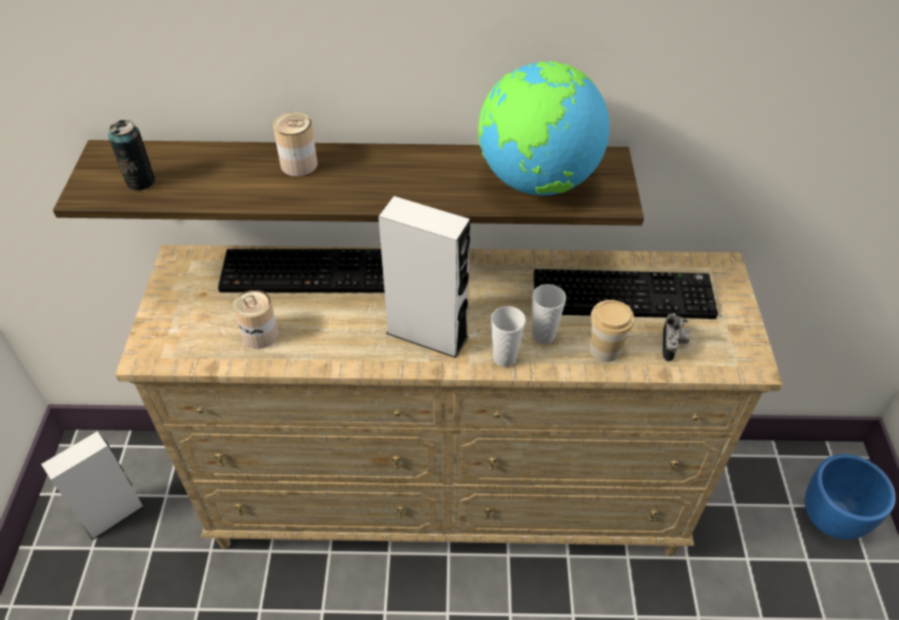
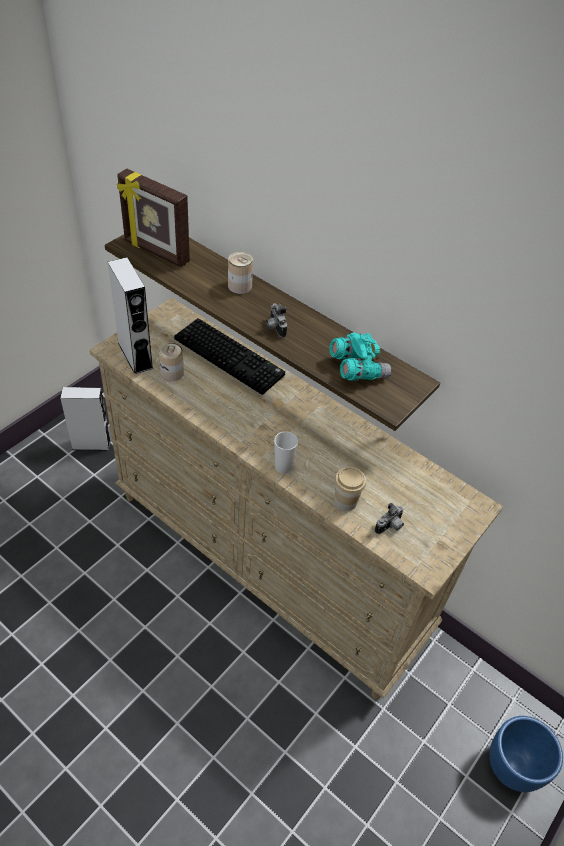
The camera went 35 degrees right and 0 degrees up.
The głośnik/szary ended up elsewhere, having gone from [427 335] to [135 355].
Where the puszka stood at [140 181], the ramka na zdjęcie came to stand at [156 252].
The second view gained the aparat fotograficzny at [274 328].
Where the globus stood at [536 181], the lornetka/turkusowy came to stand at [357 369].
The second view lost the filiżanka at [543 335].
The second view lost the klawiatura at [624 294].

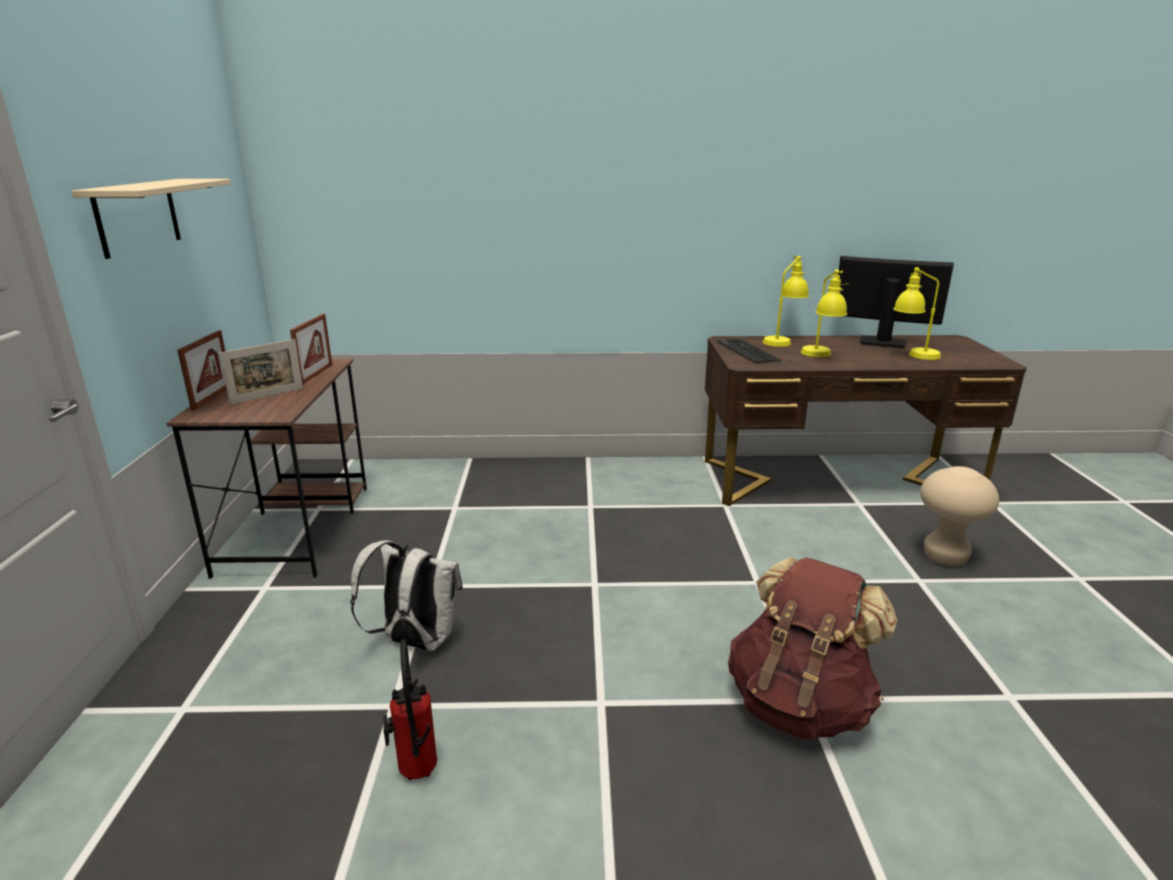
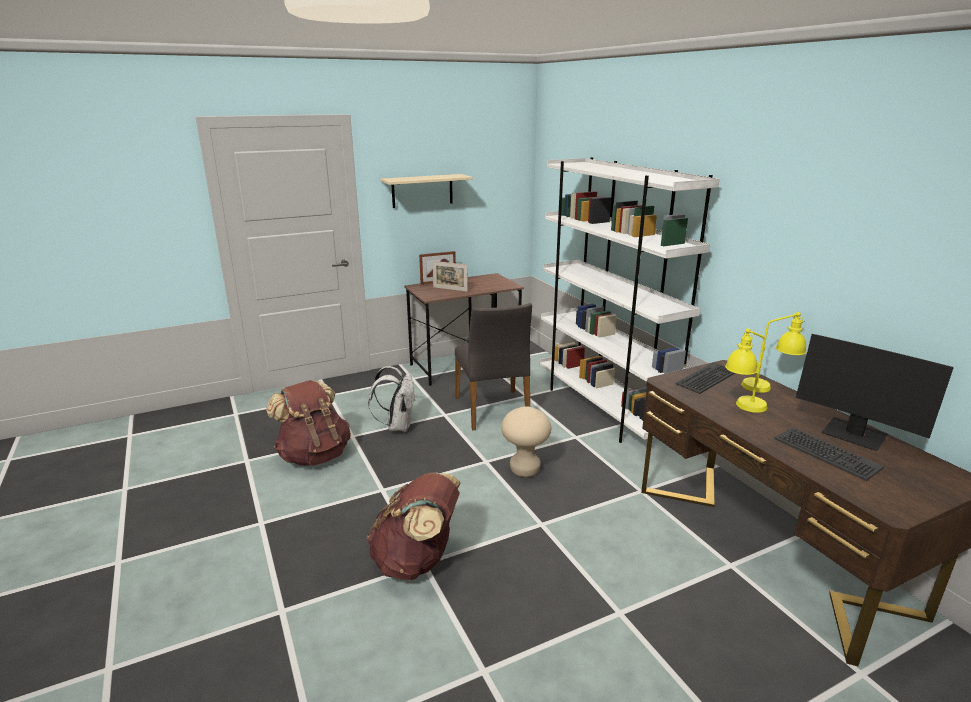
The camera went 65 degrees right and 0 degrees up.
Where the gaśnica stood at [416 775], the plecak/brązowy came to stand at [314 455].
The second view gained the krzesło/szary at [493 410].
The stołek/beżowy ended up elsewhere, having gone from [945 557] to [524 470].
The second view gained the regał/biały at [603 409].
Where the lampa stołowa/żółty stood at [912 356], the klawiatura came to stand at [825 453].
The monitor at [882 342] ended up facing another way, 135 degrees clockwise from before.
The second view lost the ramka na zdjęcie at [316 374].

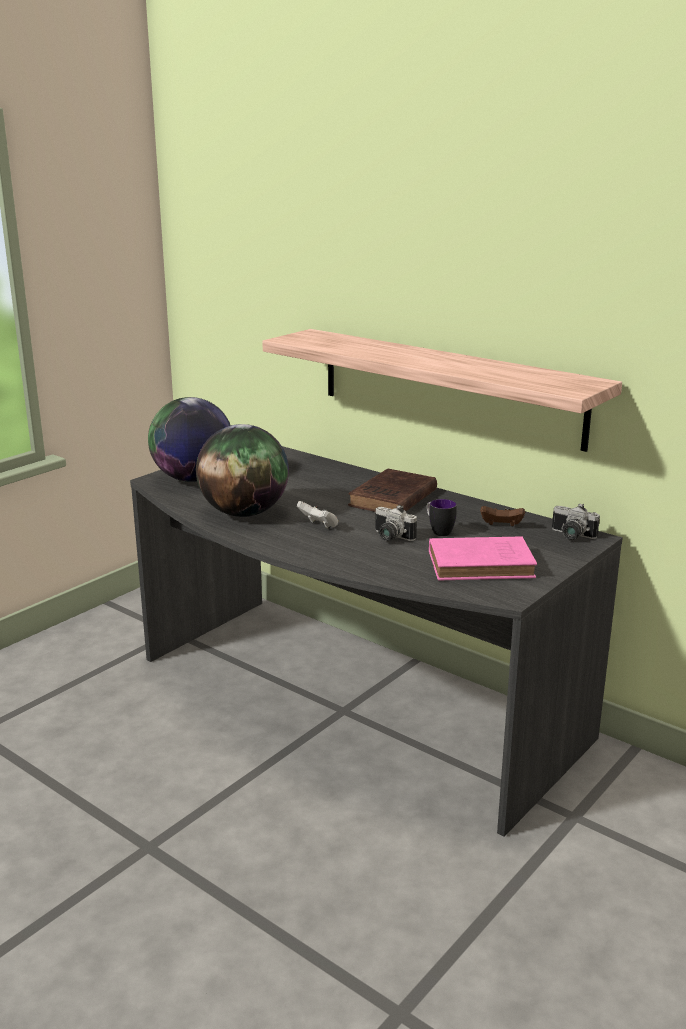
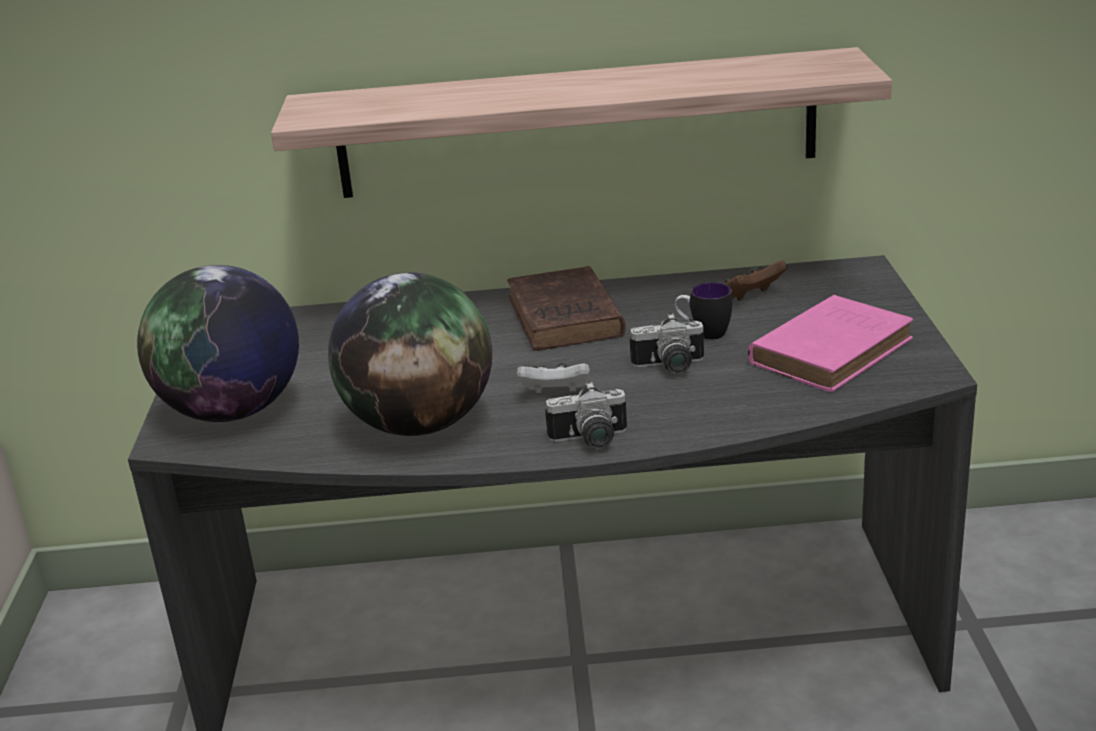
The camera went 40 degrees left and 5 degrees up.
The aparat fotograficzny ended up elsewhere, having gone from [571 536] to [590 441].

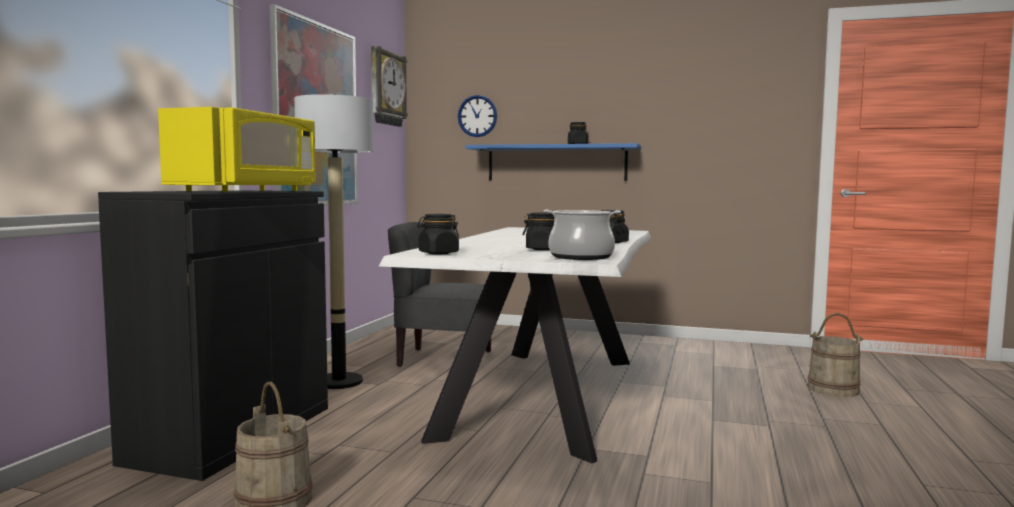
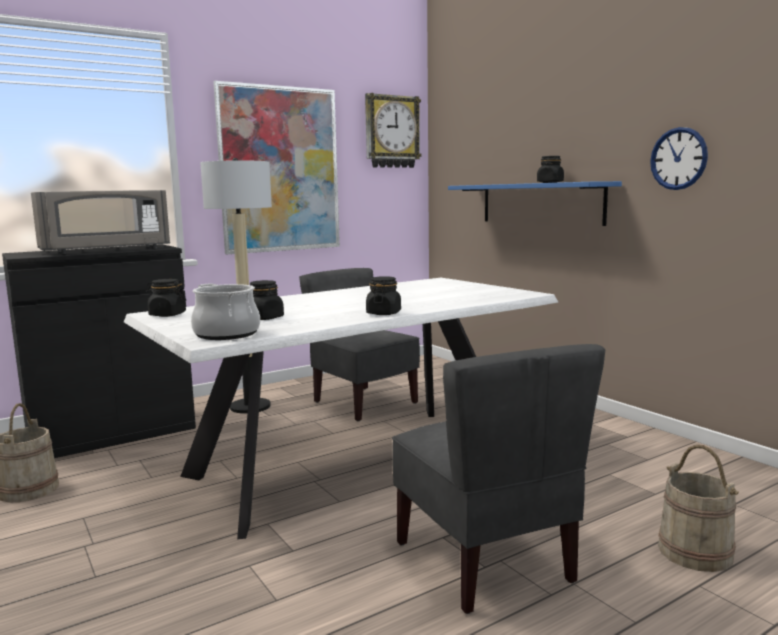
The camera went 40 degrees right and 5 degrees up.
What was the mikrofalówka/żółty at [248 191] turned into the mikrofalówka/szary at [106 250].
The second view gained the krzesło/szary at [486 561].
The zegar ścienny ended up elsewhere, having gone from [477 116] to [678 158].

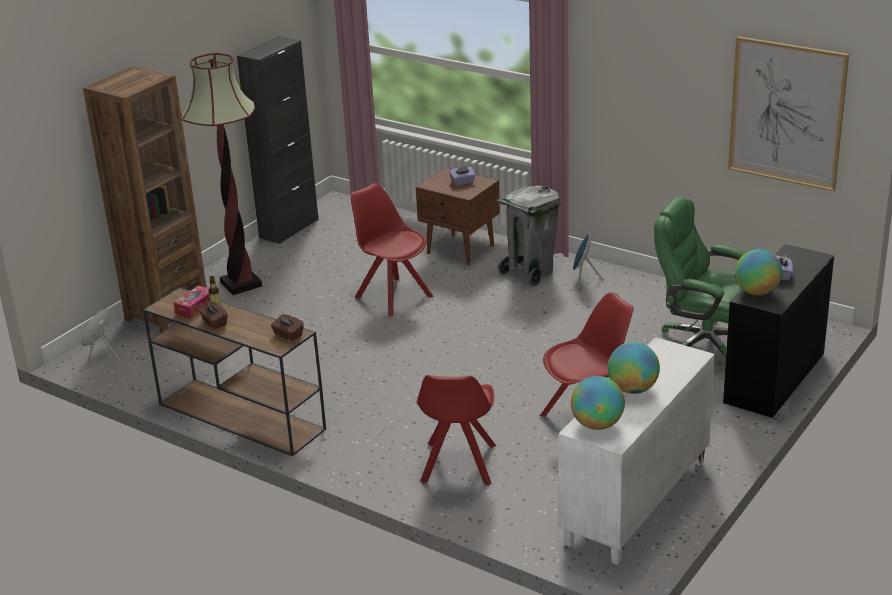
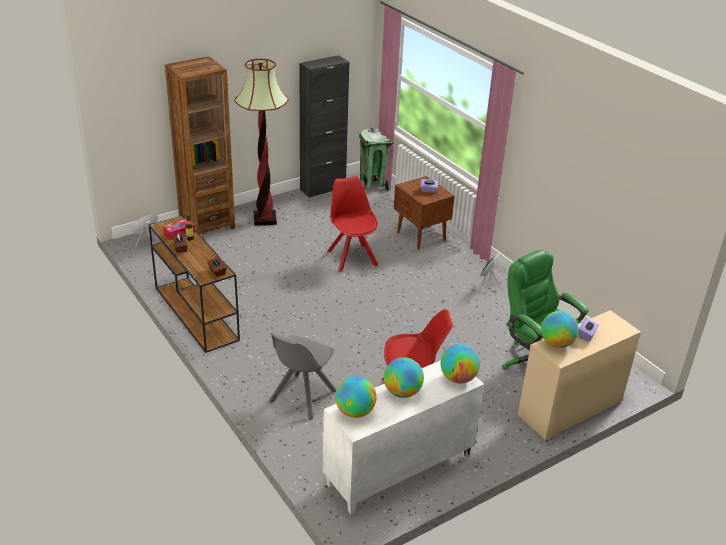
The camera went 20 degrees right and 5 degrees up.
What was the krzesło/czerwony at [458 465] turned into the krzesło/szary at [301 397].
The second view gained the kosz na śmieci/zielony at [372 185].
The second view gained the globus at [458 378].
What was the biurko/czarny at [775 378] turned into the biurko/beżowy at [570 408].
The second view lost the kosz na śmieci/szary at [530 272].
The second view lost the obraz at [786 113].

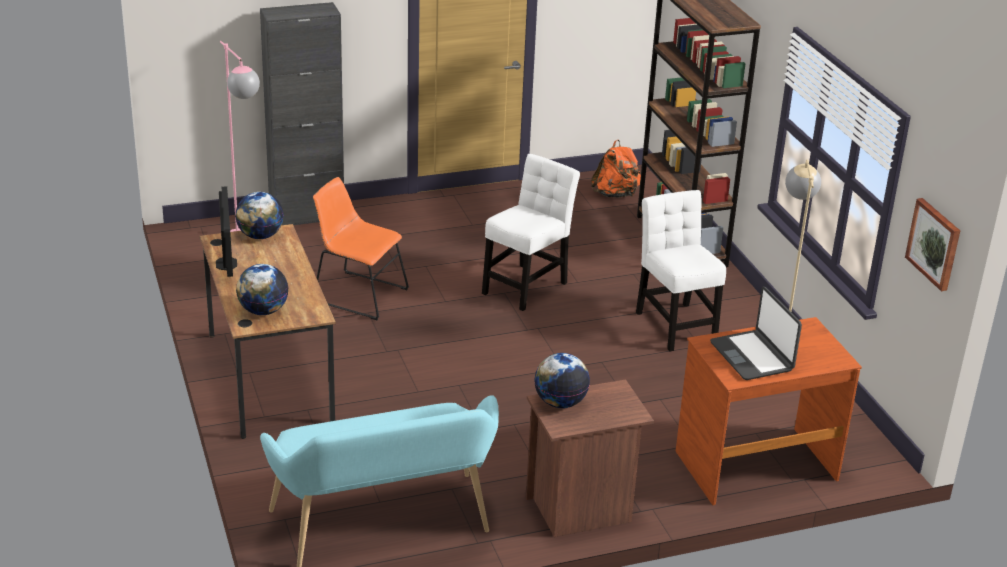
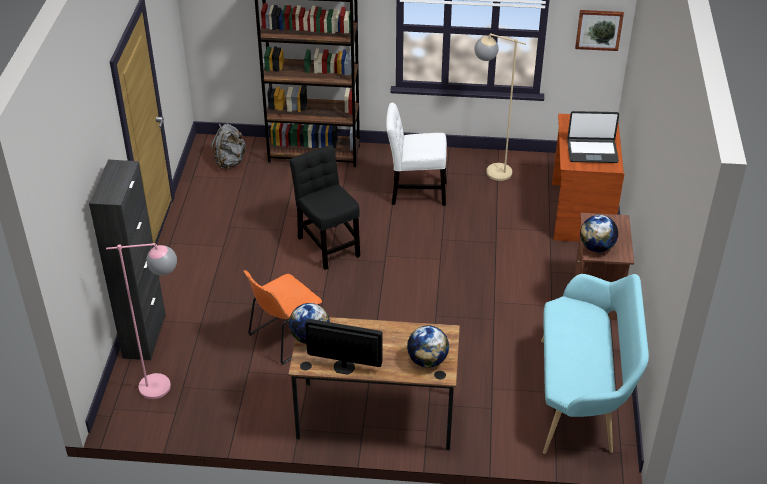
The camera went 65 degrees left and 10 degrees up.
What was the plecak/pomarańczowy at [615 194] turned into the plecak/szary at [230 161].
What was the krzesło/biały at [527 285] turned into the krzesło/czarny at [327 244].

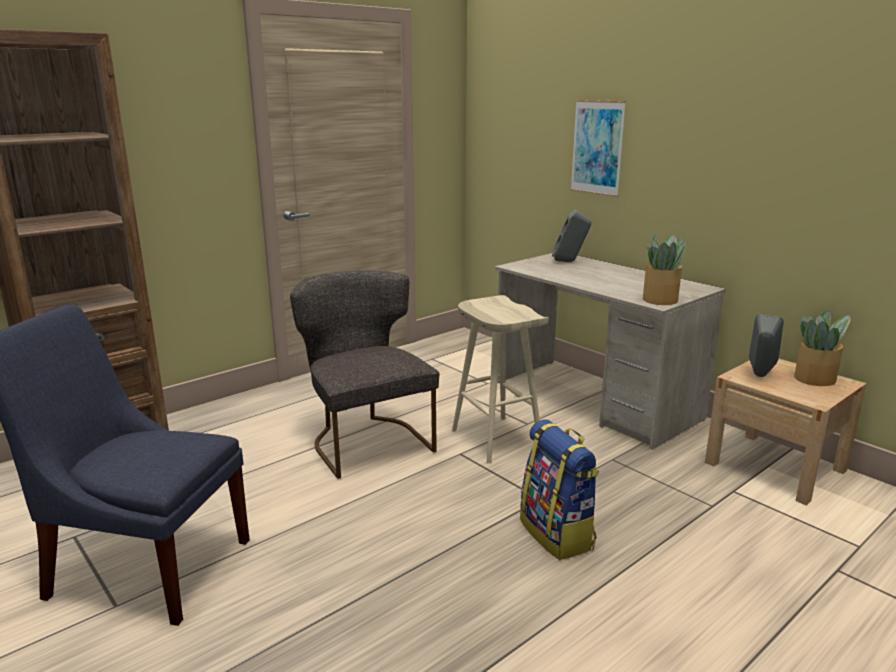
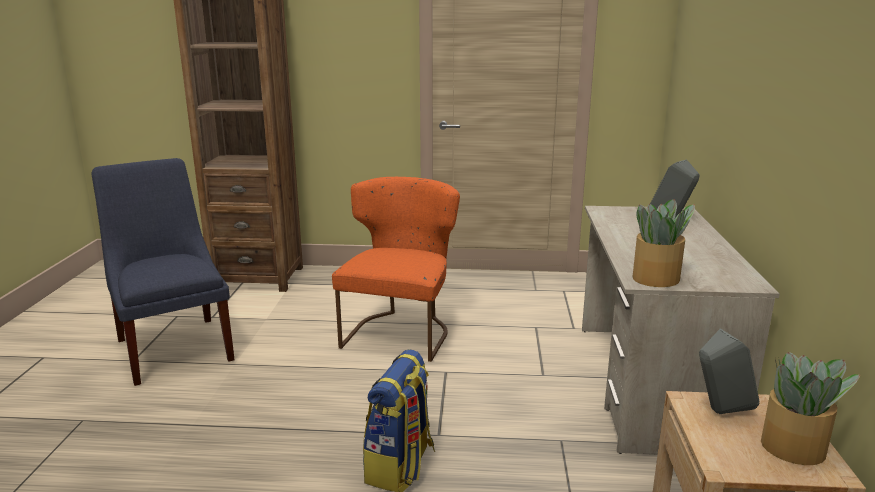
The camera went 45 degrees right and 0 degrees up.
What was the krzesło/szary at [366 440] turned into the krzesło/pomarańczowy at [401 332].
The second view lost the stołek/beżowy at [494 439].
The second view lost the obraz at [597 148].

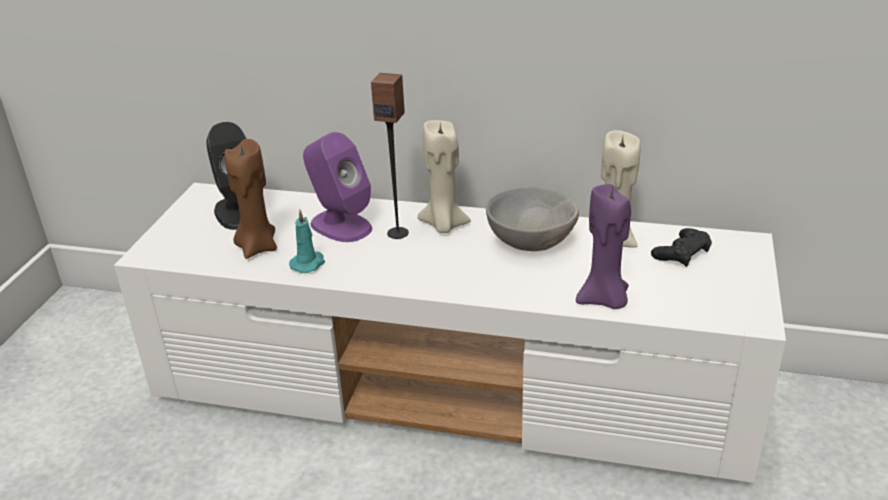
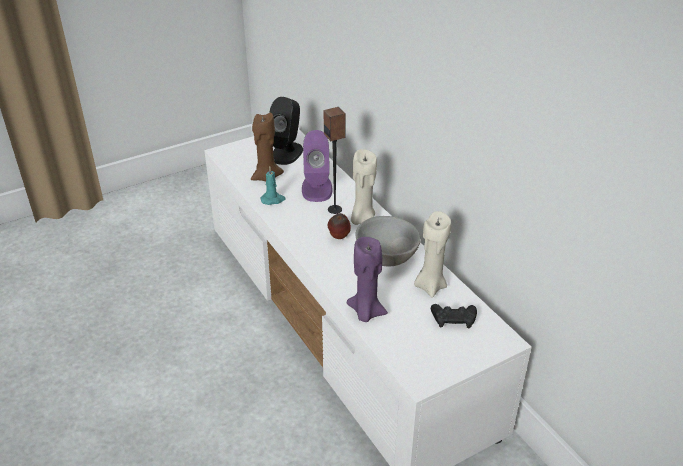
The camera went 45 degrees right and 5 degrees up.
The second view gained the jabłko at [338 237].

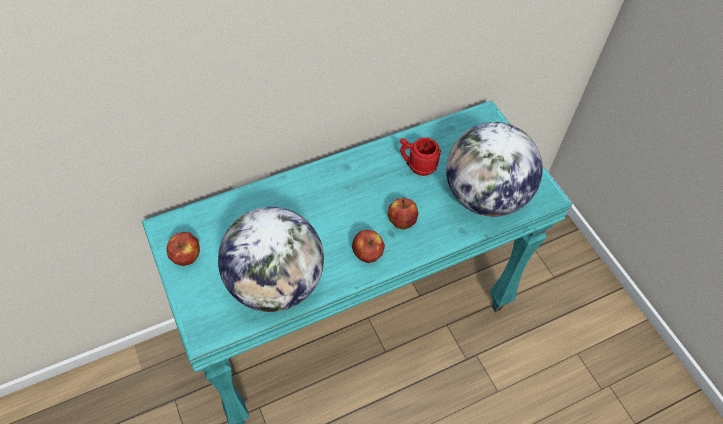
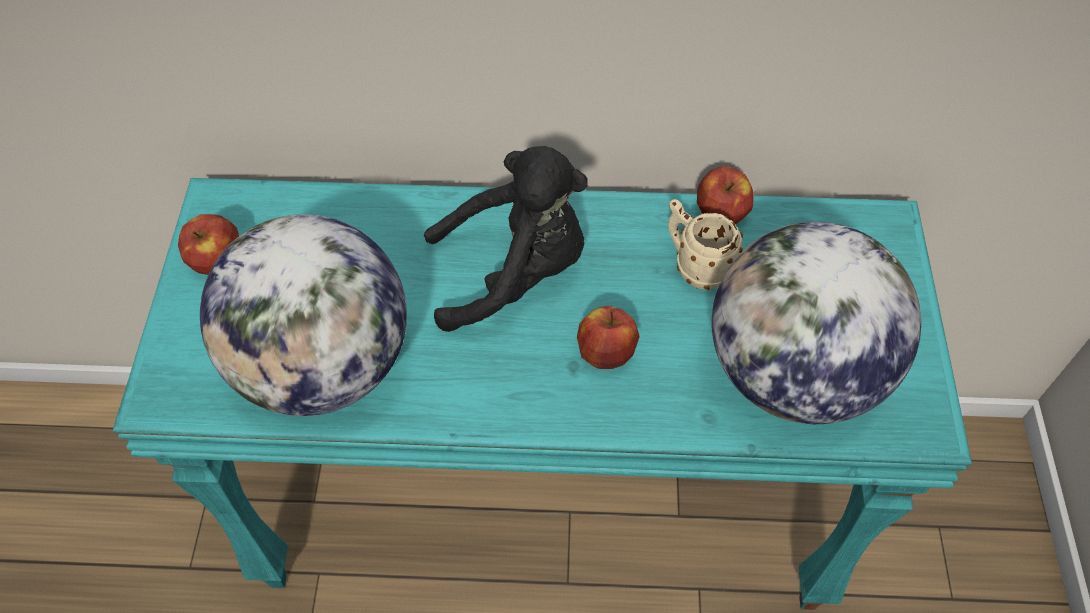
The camera went 30 degrees right and 0 degrees up.
The second view gained the pluszak/czarny at [514 274].
What was the kubek/czerwony at [417 166] turned into the kubek/beżowy at [695 266].
The jabłko ended up elsewhere, having gone from [367 253] to [721 213].

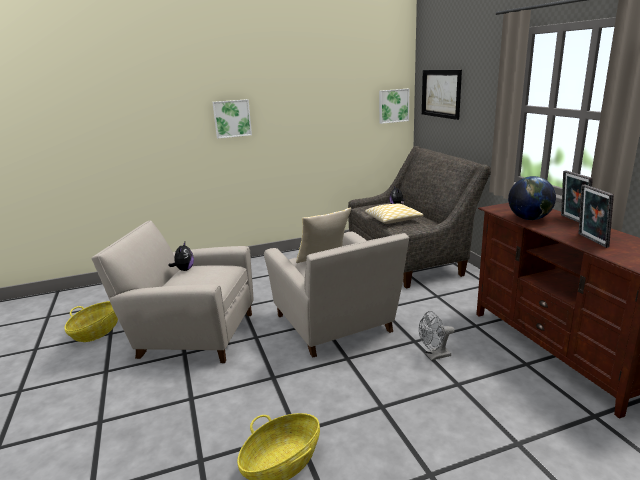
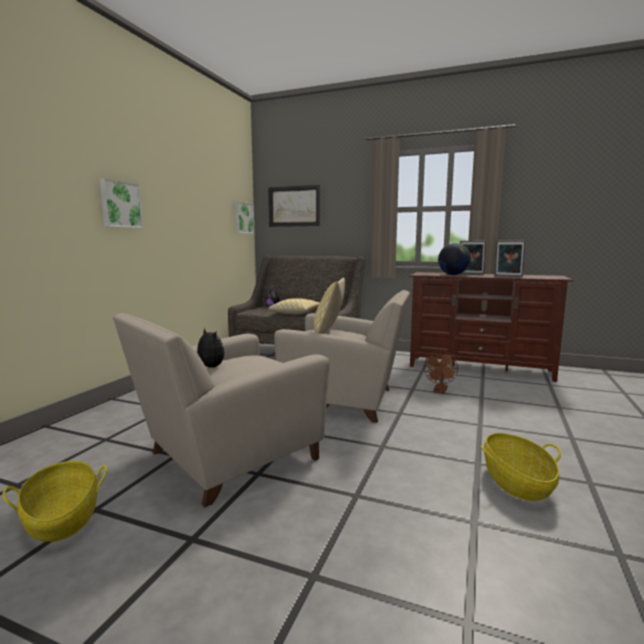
The camera went 50 degrees left and 10 degrees down.
What was the wentylator/szary at [434 356] turned into the wentylator/brązowy at [440 391].

